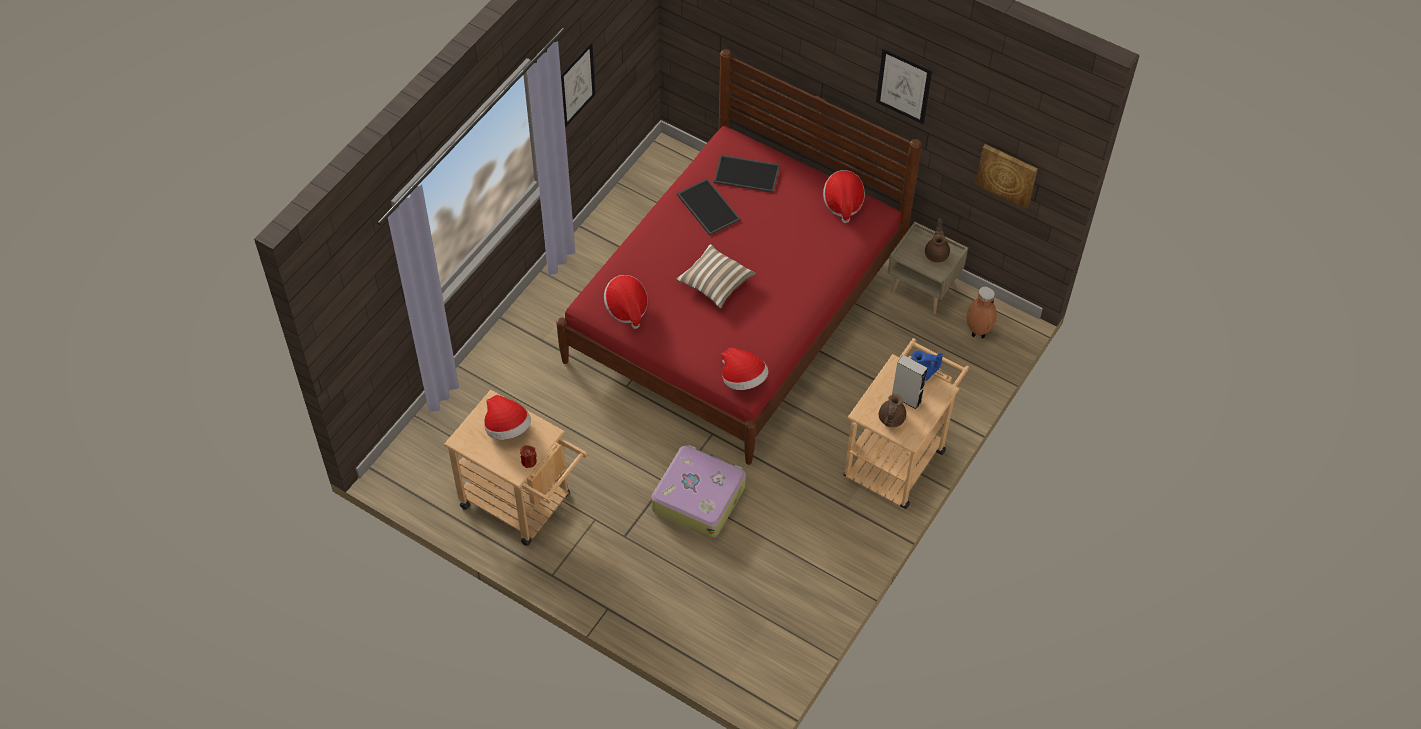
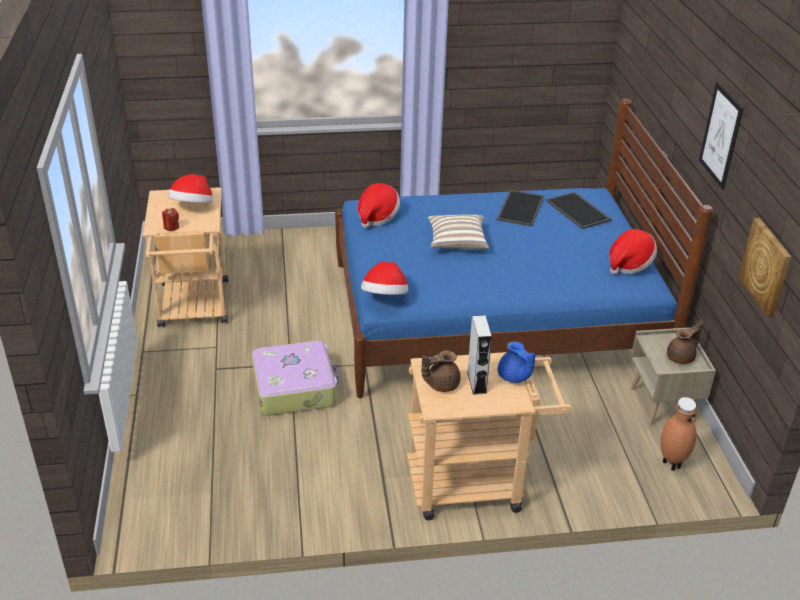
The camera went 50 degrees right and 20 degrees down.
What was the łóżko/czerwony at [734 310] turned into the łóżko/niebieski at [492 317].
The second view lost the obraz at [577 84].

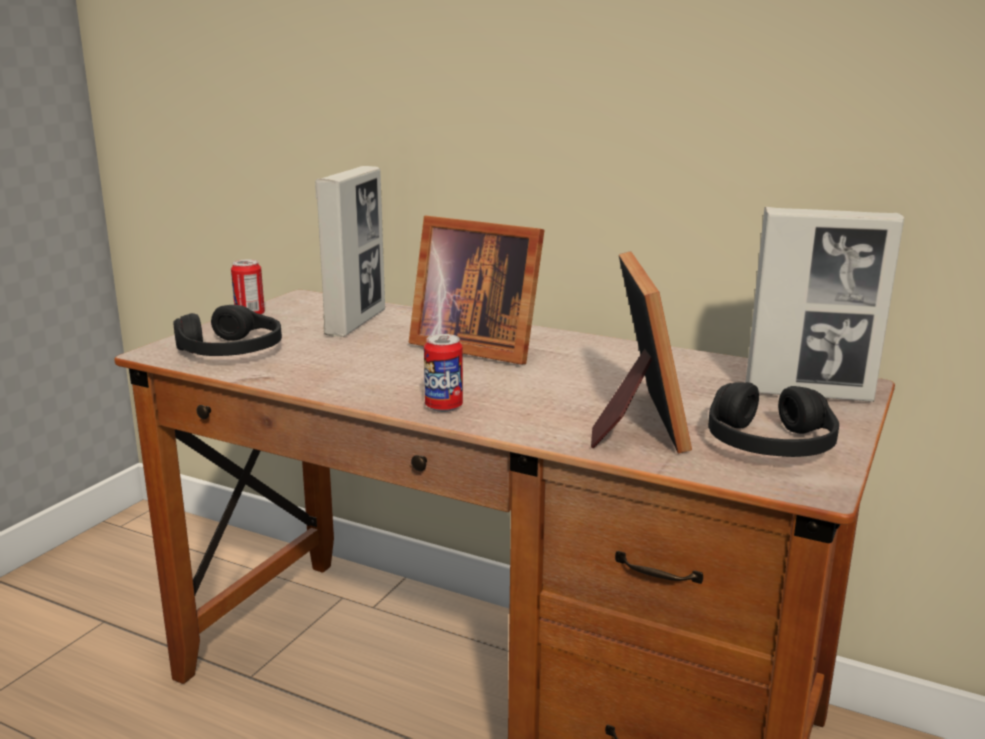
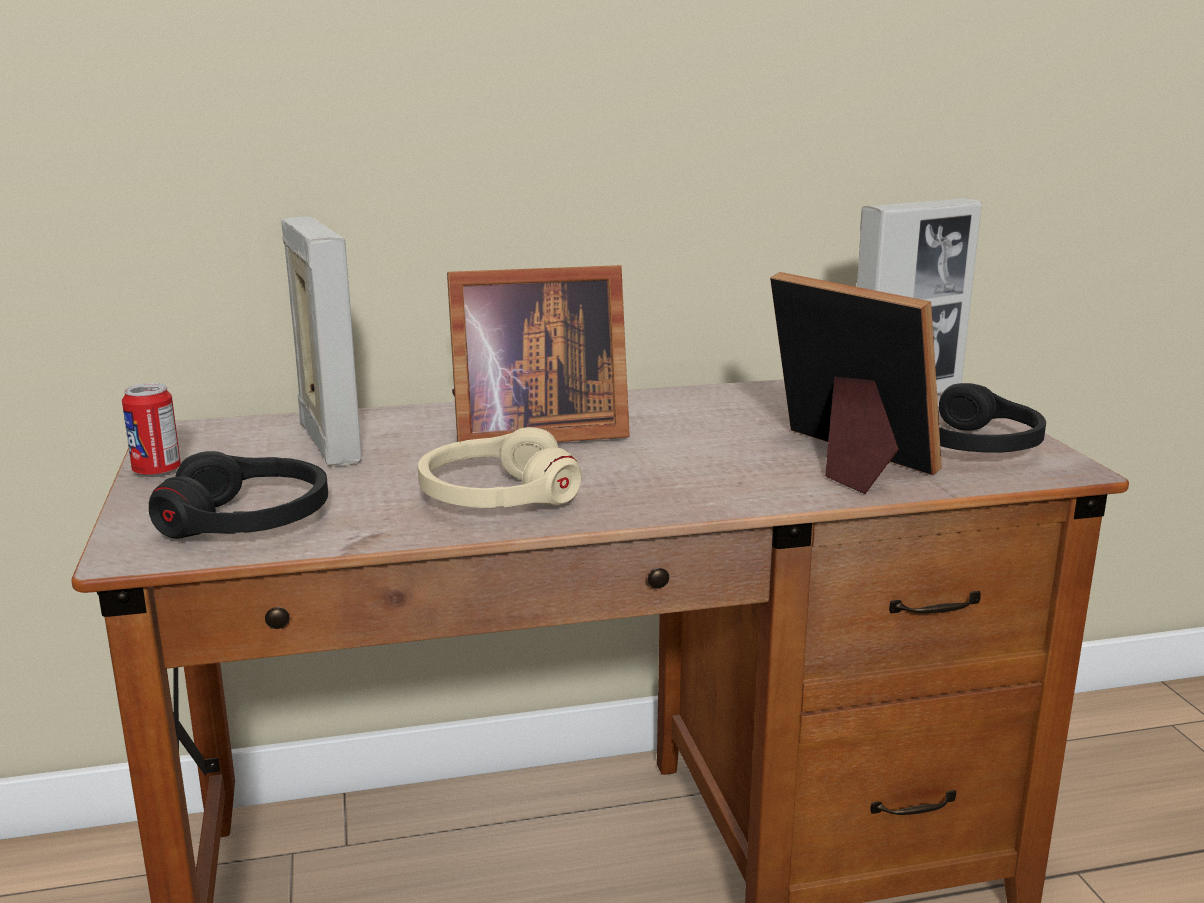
The camera went 40 degrees left and 0 degrees up.
The second view gained the słuchawki/beżowy at [497 496].
The second view lost the puszka at [443 407].

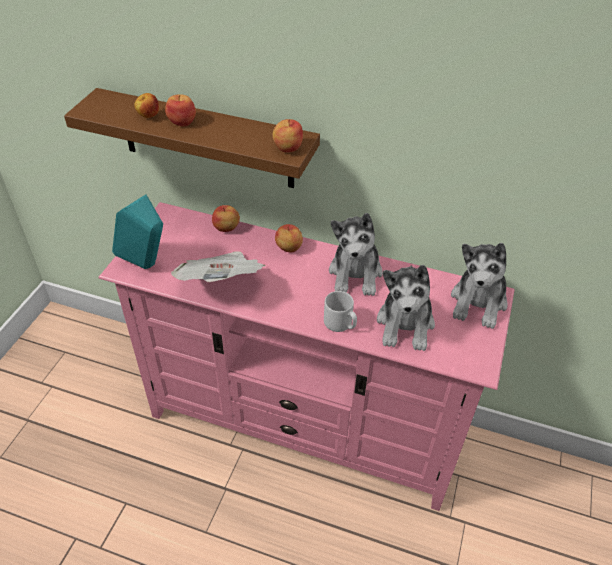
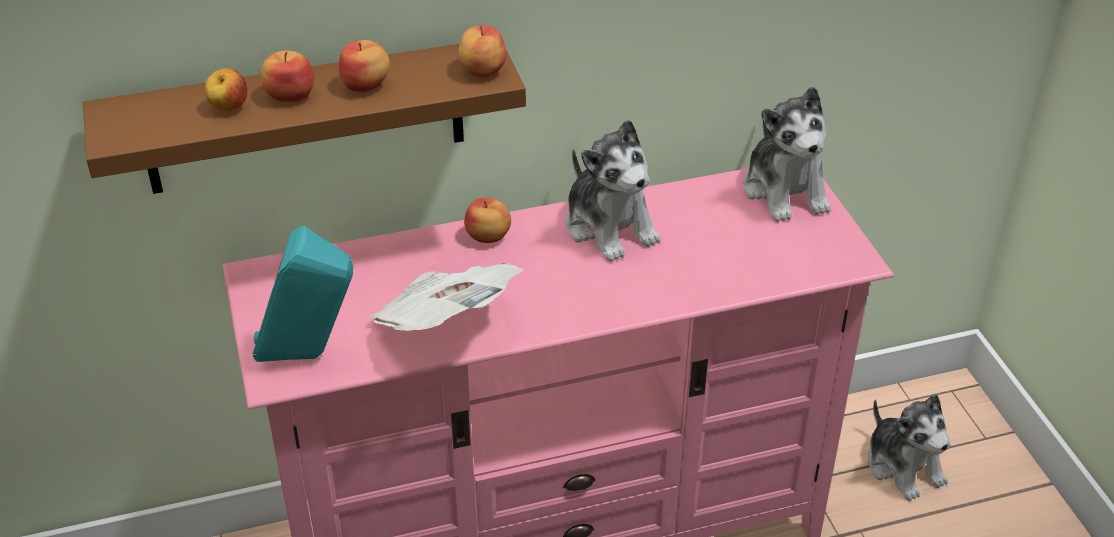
The camera went 35 degrees left and 5 degrees down.
The jabłko ended up elsewhere, having gone from [226 228] to [366 85].
The pluszak ended up elsewhere, having gone from [405 324] to [903 466].
The second view lost the kubek/szary at [340 324].

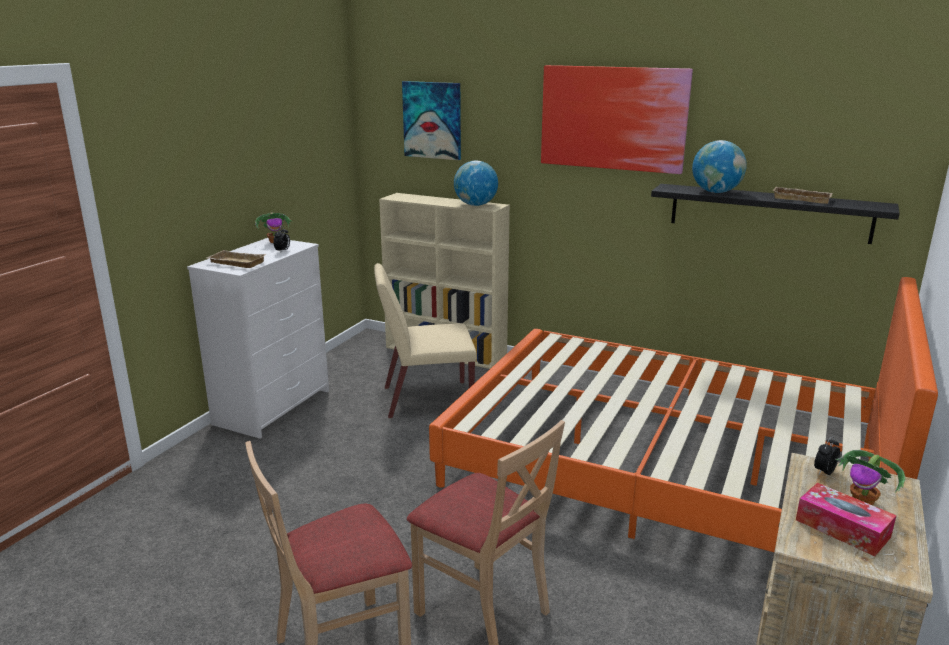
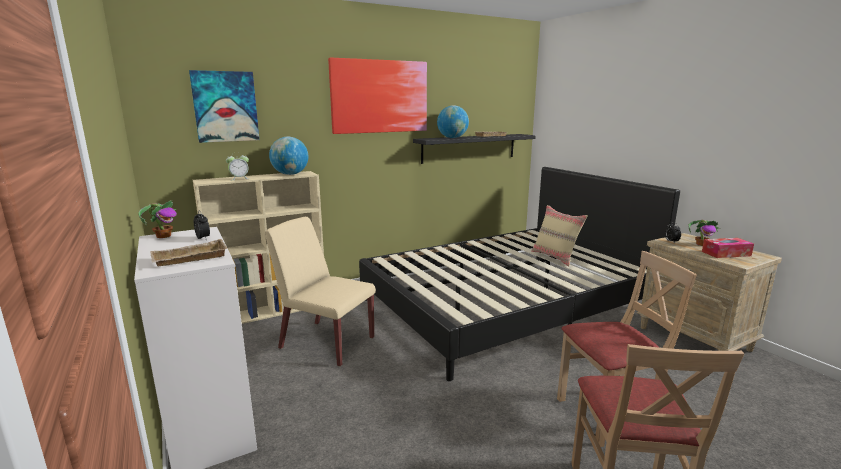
The camera went 55 degrees left and 5 degrees down.
The second view gained the budzik at [239 179].
The krzesło/beżowy at [426 399] ended up facing another way, 90 degrees clockwise from before.
What was the łóżko/pomarańczowy at [664 468] turned into the łóżko/czarny at [507 304].
The second view gained the poduszka/beżowy at [555 257].

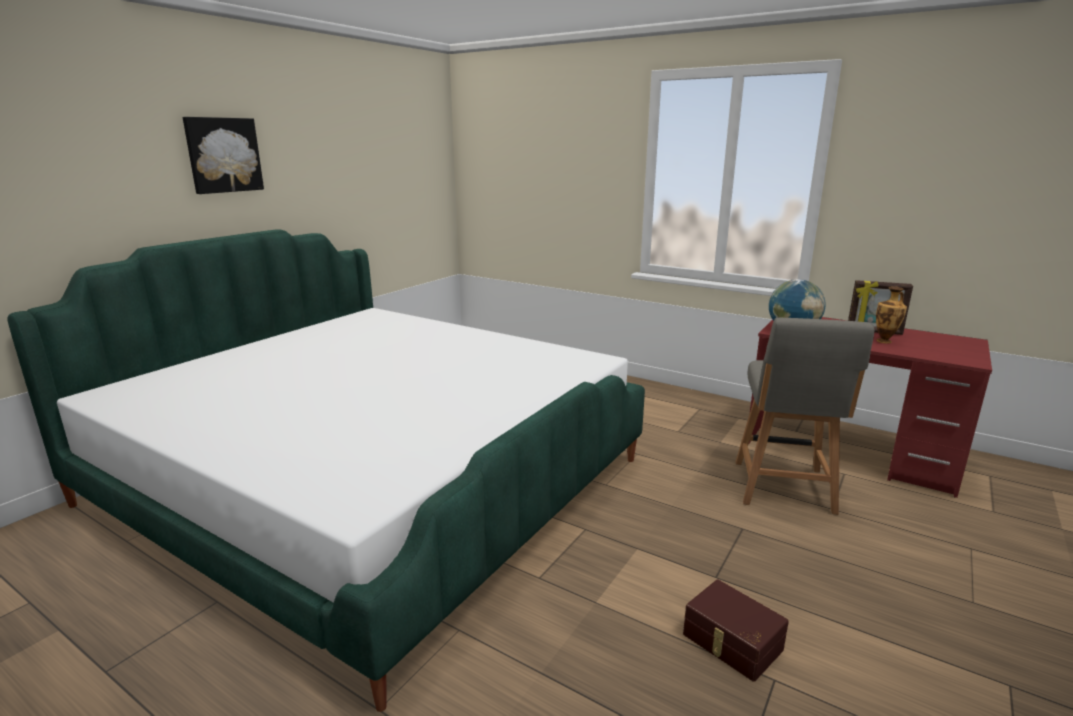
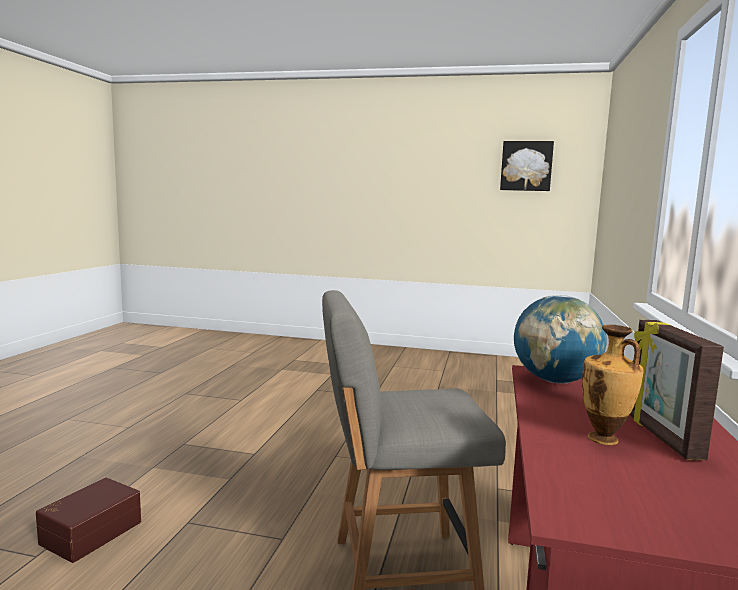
The camera went 70 degrees right and 10 degrees down.
The obraz ended up elsewhere, having gone from [223 155] to [526 166].
The second view lost the łóżko at [372 481].

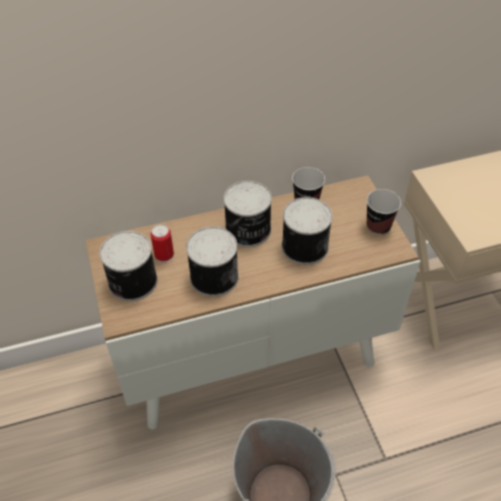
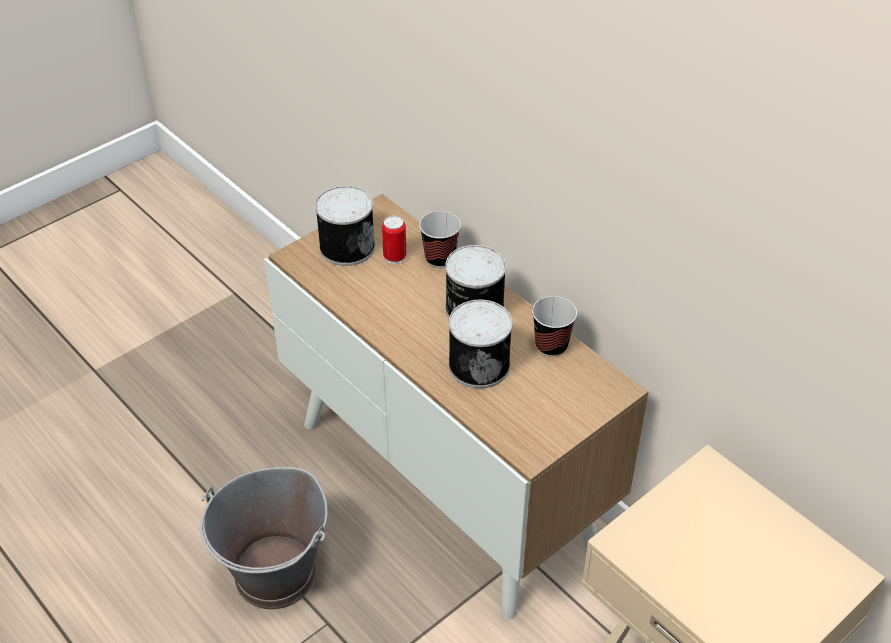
The camera went 65 degrees right and 5 degrees down.
The filiżanka ended up elsewhere, having gone from [378 226] to [440 258].
The second view lost the puszka at [213 276].

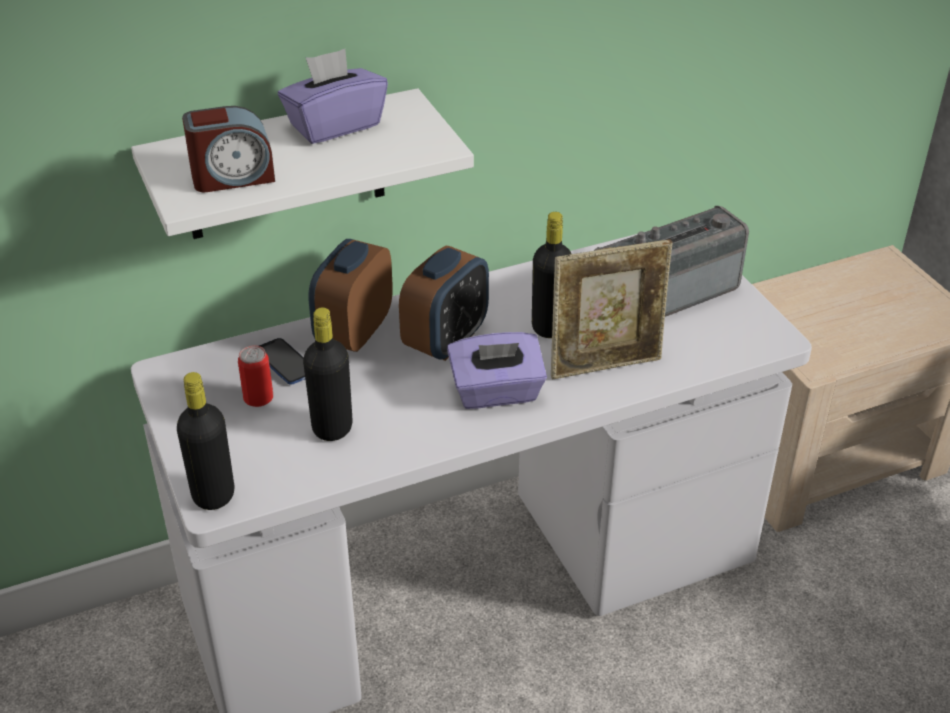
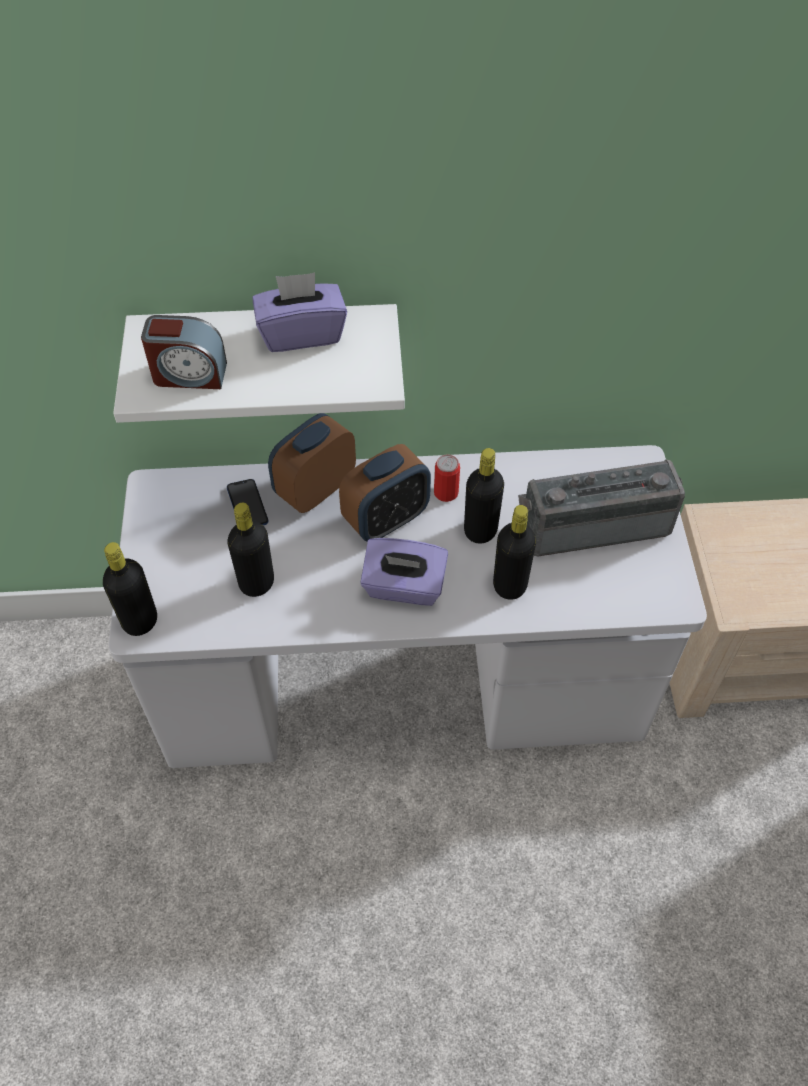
The camera went 20 degrees right and 15 degrees up.
The puszka ended up elsewhere, having gone from [258 398] to [446 492].
Where the ramka na zdjęcie stood at [605 365], the butelka/czarny came to stand at [510 585].

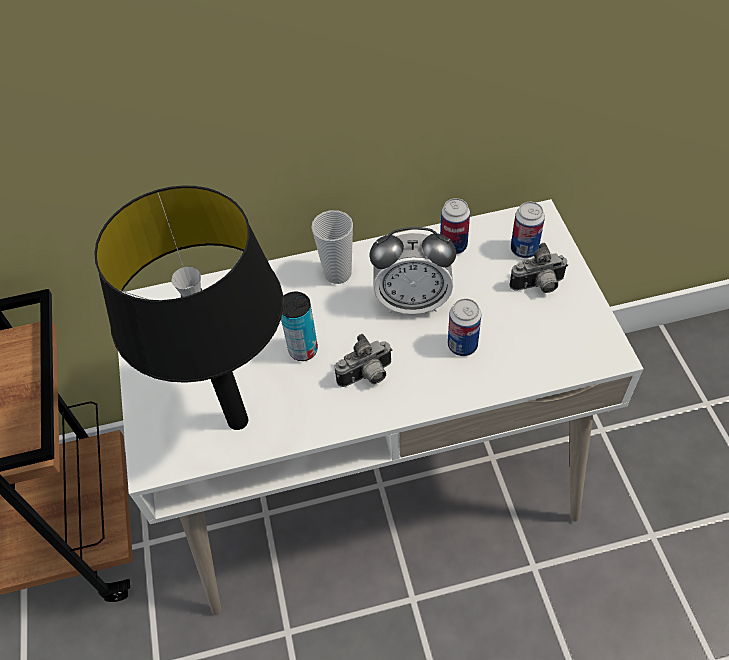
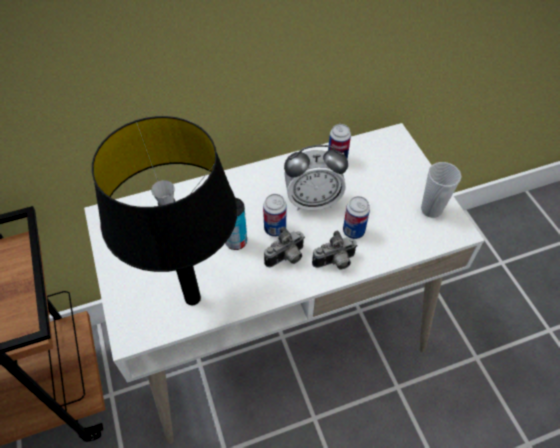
The camera went 10 degrees left and 0 degrees up.
The puszka ended up elsewhere, having gone from [524 249] to [275 228].
The aparat fotograficzny ended up elsewhere, having gone from [538 286] to [335 262].
The filiżanka ended up elsewhere, having gone from [337 273] to [431 209].

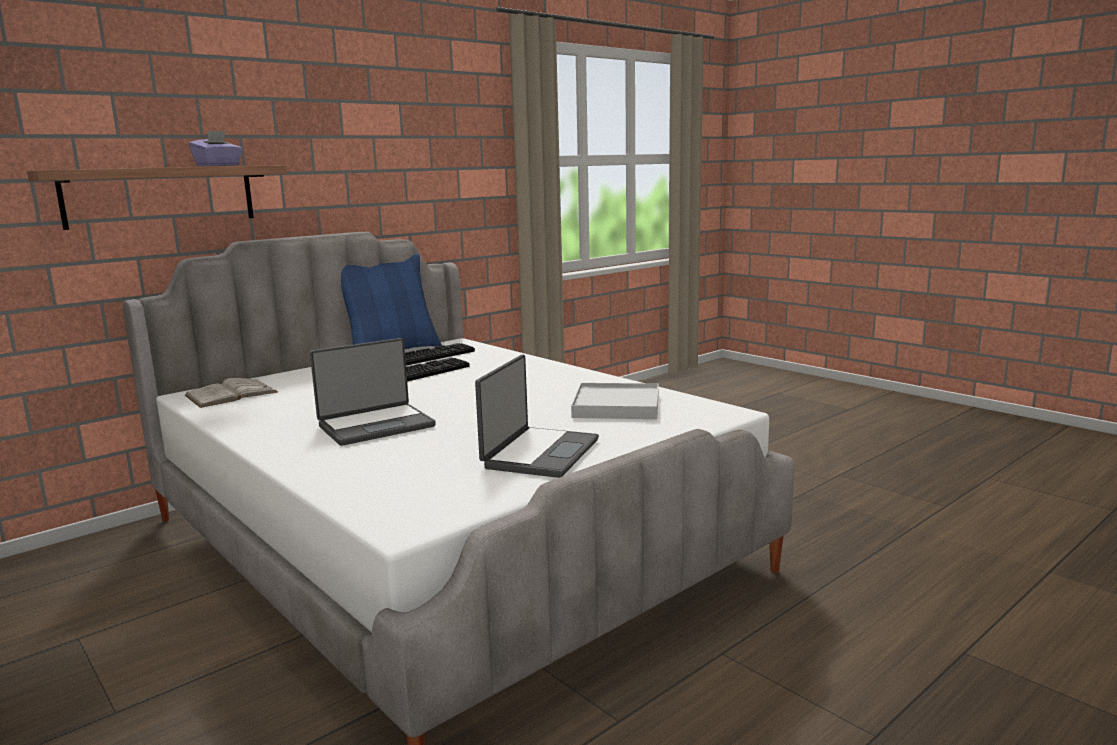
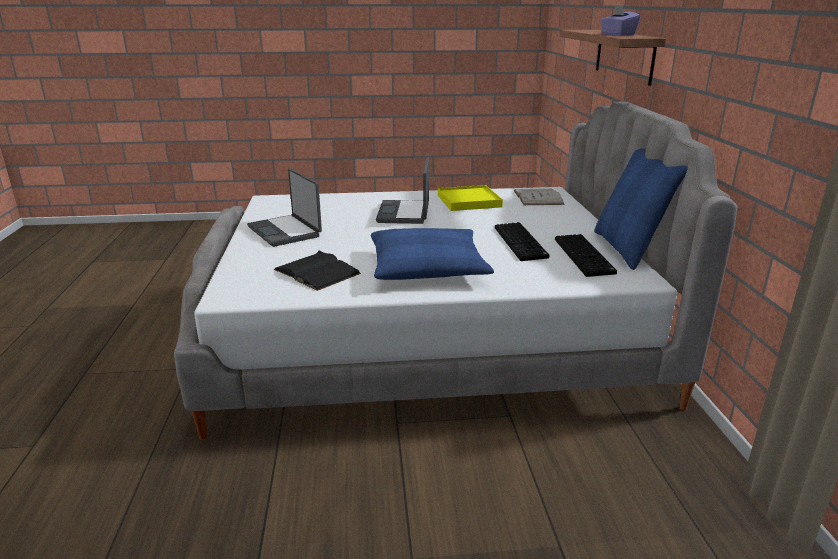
The camera went 125 degrees right and 10 degrees up.
Where the taca/biały stood at [616 406], the książka/czarny came to stand at [317 271].
The second view gained the poduszka/niebieski at [427 268].
The second view gained the taca/żółty at [468 201].

